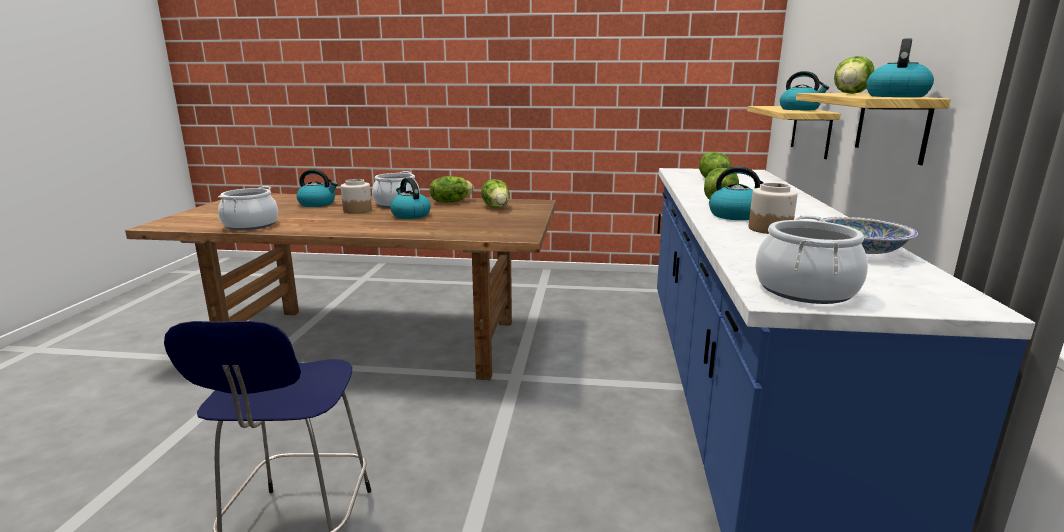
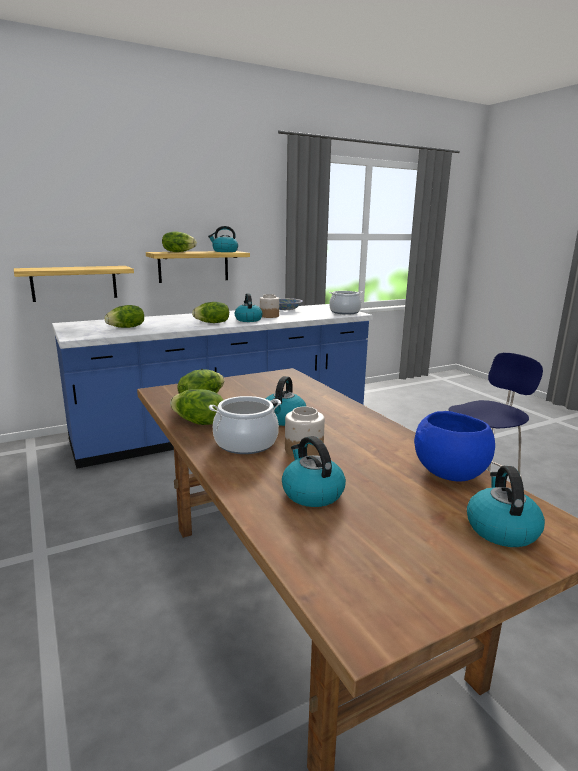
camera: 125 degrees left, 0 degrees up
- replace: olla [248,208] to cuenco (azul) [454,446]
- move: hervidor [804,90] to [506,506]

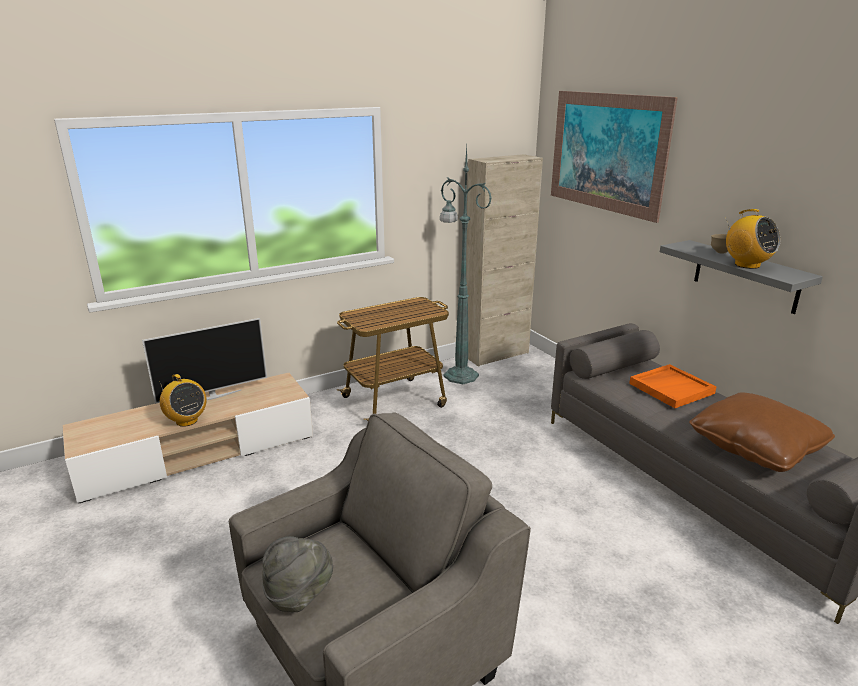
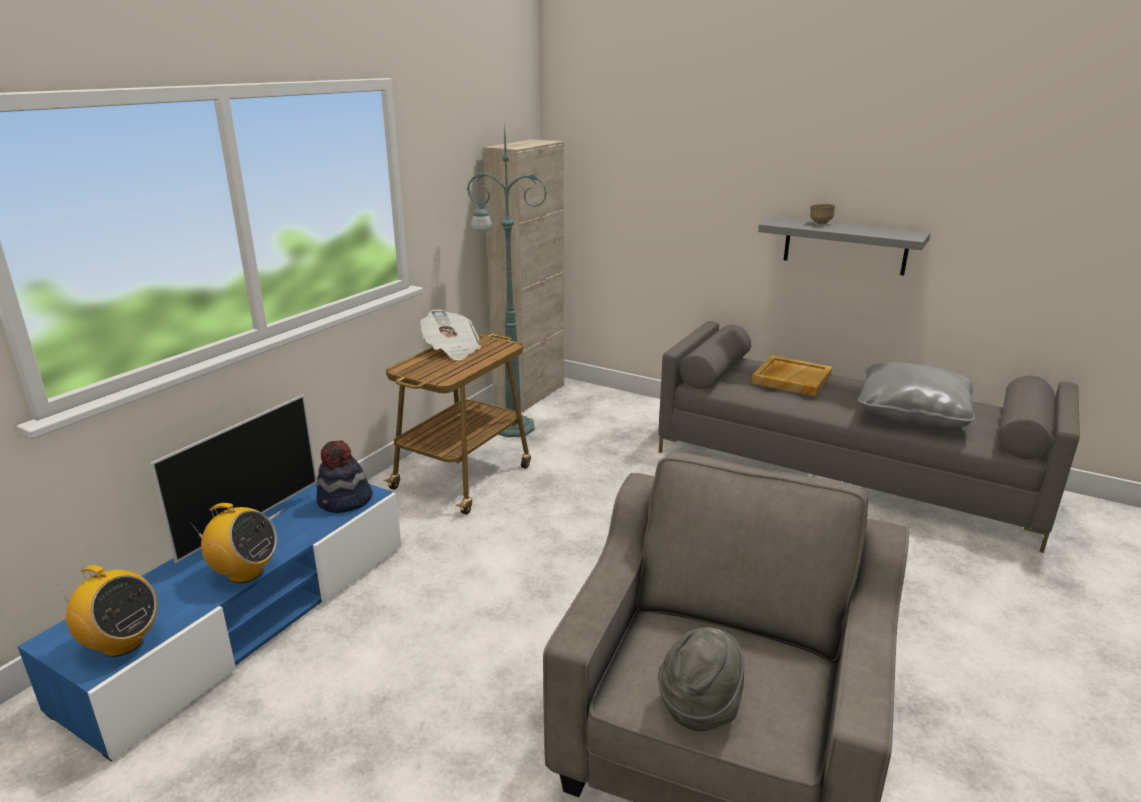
camera: 30 degrees left, 0 degrees up
- recolor: mueble de televisión (beis) [187,438] to mueble de televisión (azul) [209,619]
- delete: cuadro [614,157]
- recolor: bandeja (naranja) [672,386] to bandeja (beis) [791,375]
- recolor: cojín (marrón) [762,432] to cojín (gris) [916,394]
- move: radio [752,239] to [107,611]
- insert: sombrero [344,476]
- insert: periódico [450,335]

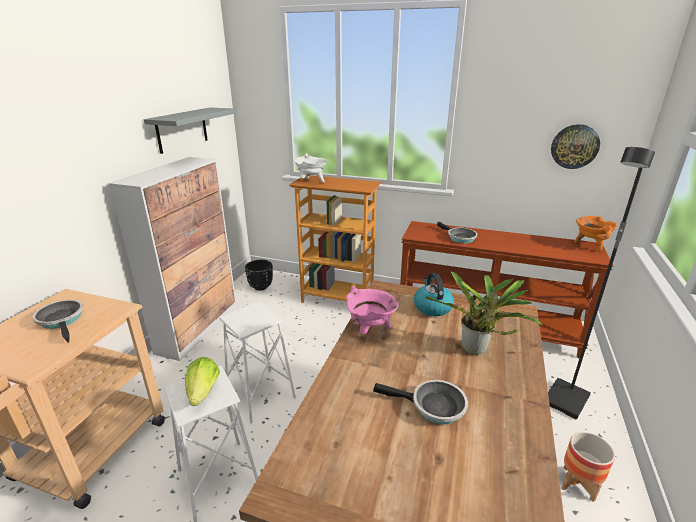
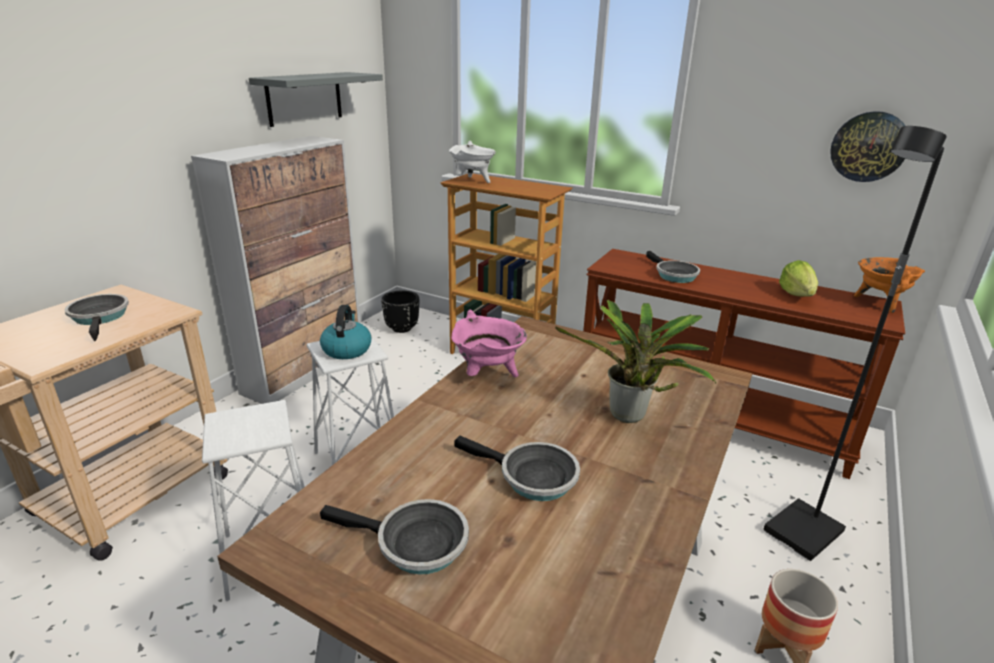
camera: 10 degrees right, 0 degrees up
- move: lechuga [202,381] to [798,278]
- move: hervidor [434,294] to [346,332]
- insert: sartén [394,537]

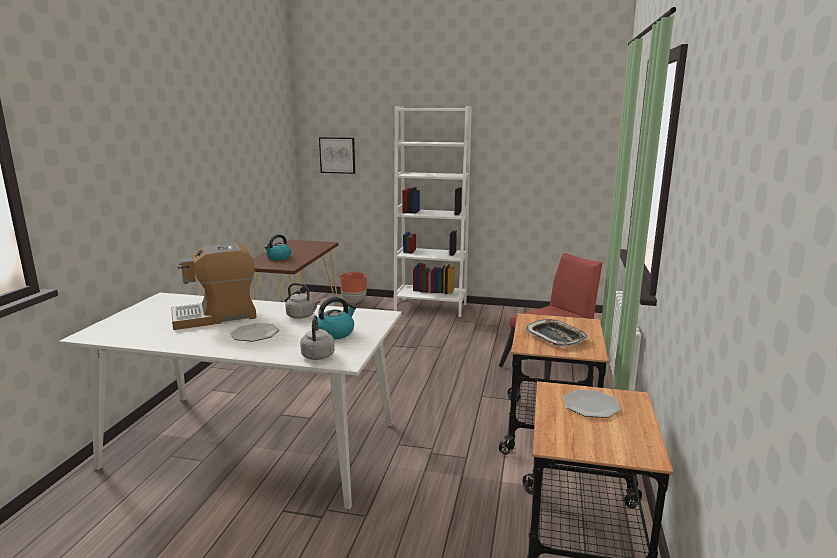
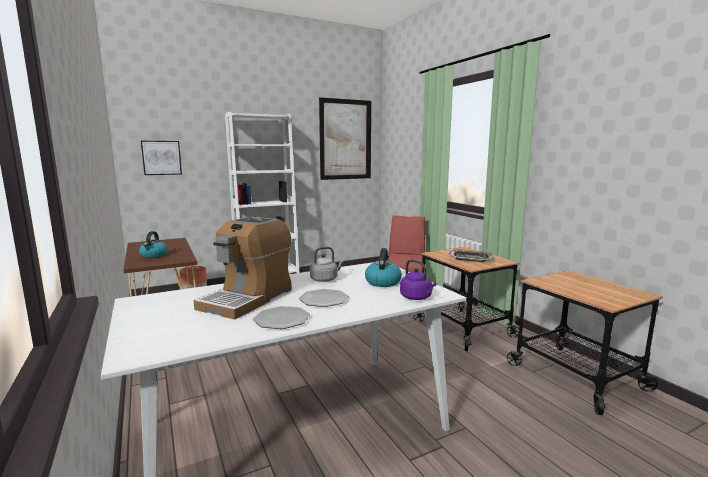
camera: 40 degrees left, 5 degrees down
- recolor: hervidor (gris) [317,337] to hervidor (morado) [418,279]
- move: plato [592,404] to [281,317]
- insert: cuadro [345,138]

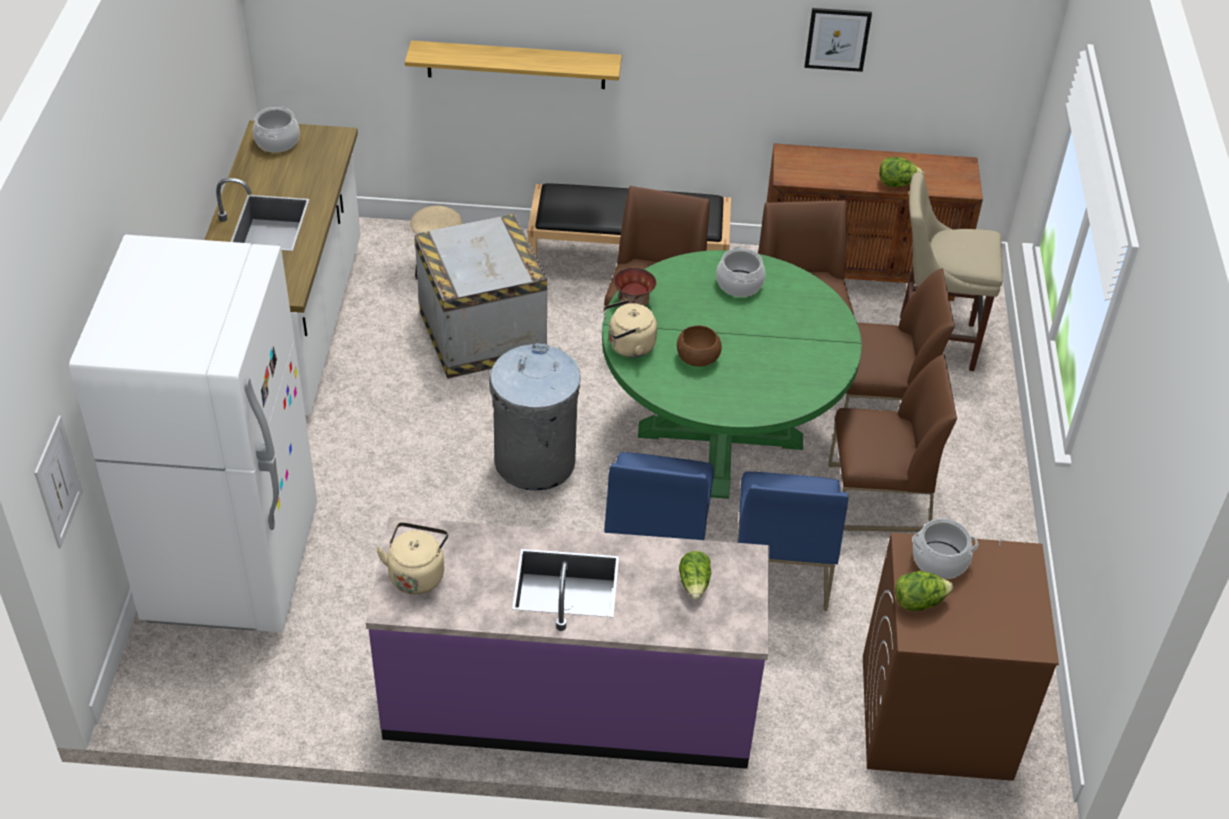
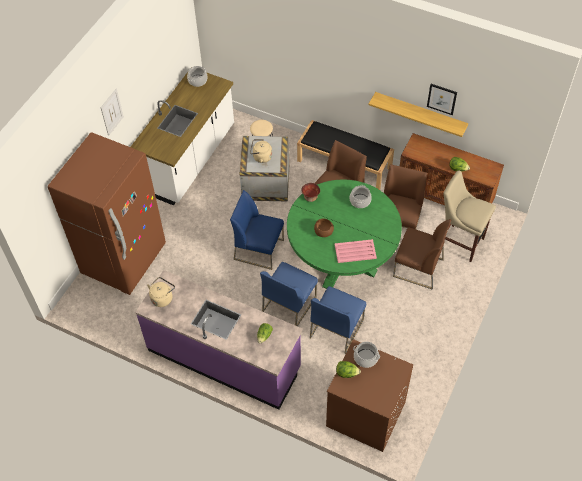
camera: 25 degrees right, 10 degrees up
- move: cuadro [58,482] to [112,112]
- recolor: nevera (blanco) [193,433] to nevera (marrón) [107,213]
- move: estante [513,64] to [418,114]
- replace: papelera (gris) [535,417] to silla (azul) [257,230]
- move: hervidor (beis) [630,329] to [261,151]
- delete: silla (marrón) [892,443]
- insert: bandeja (rosa) [356,251]

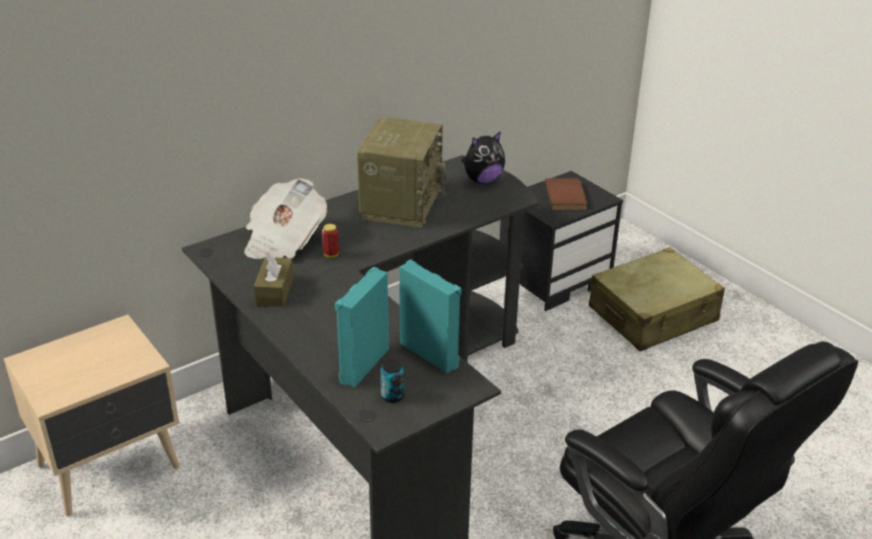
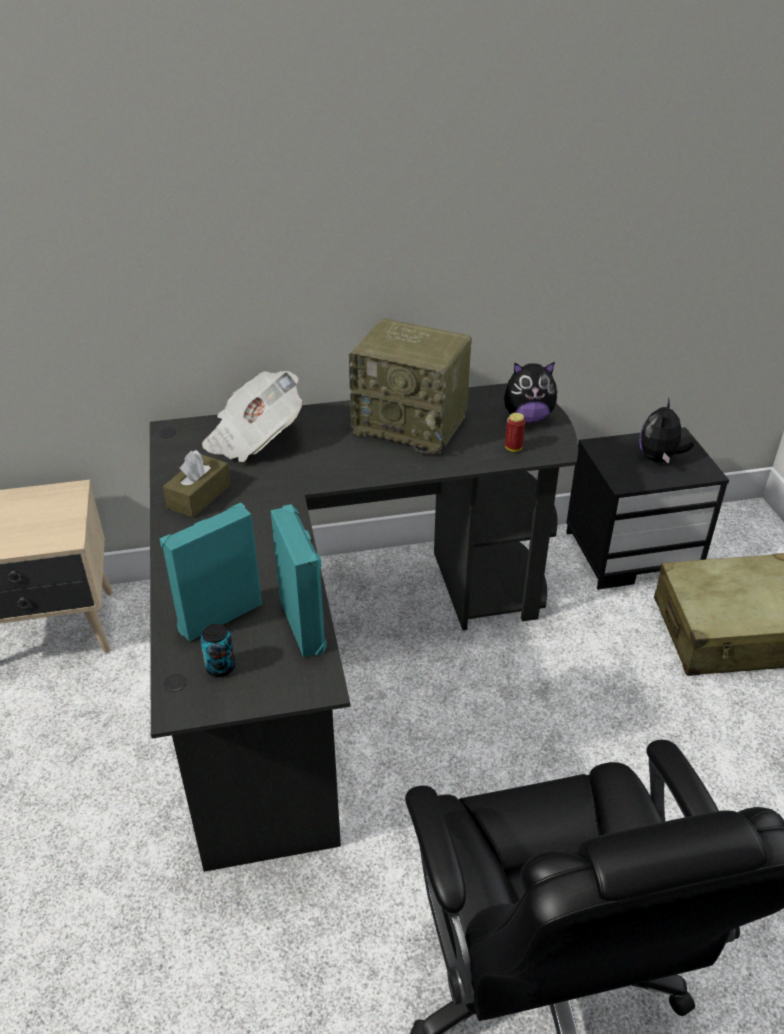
camera: 25 degrees right, 5 degrees up
- move: lata [330,241] to [515,432]
- rotate: radio [401,172] = [410,386] 75 degrees clockwise
- replace: libro (marrón) [566,194] to peluche [667,430]

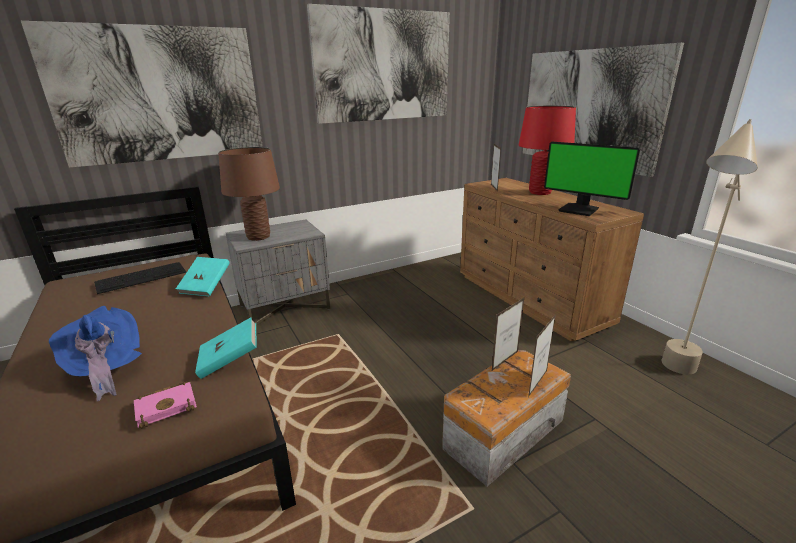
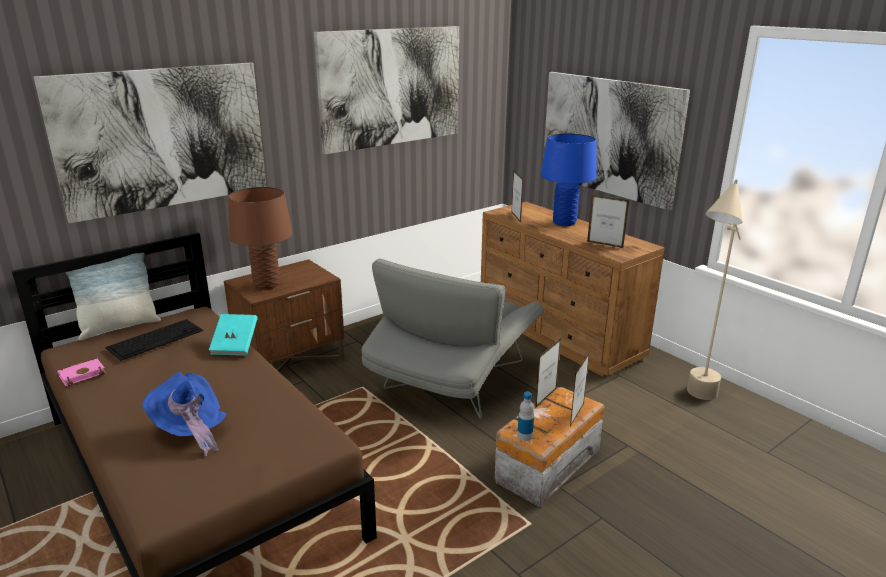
camera: 10 degrees left, 0 degrees up
- move: libro (rosa) [165,405] to [82,372]
- delete: libro (turquesa) [226,348]
- recolor: mesita de noche (gris) [278,272] to mesita de noche (marrón) [284,315]
- recolor: lámpara de mesa (rojo) [547,150] to lámpara de mesa (azul) [569,179]
- replace: monitor [592,179] to portarretratos [608,221]
- insert: cojín [113,296]
- insert: sillón (gris) [453,338]
- insert: botella [525,416]

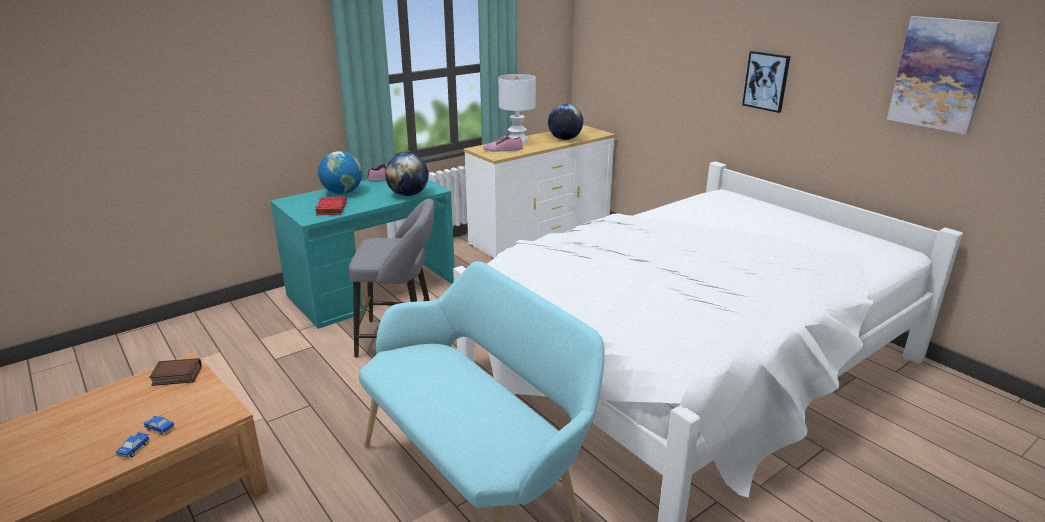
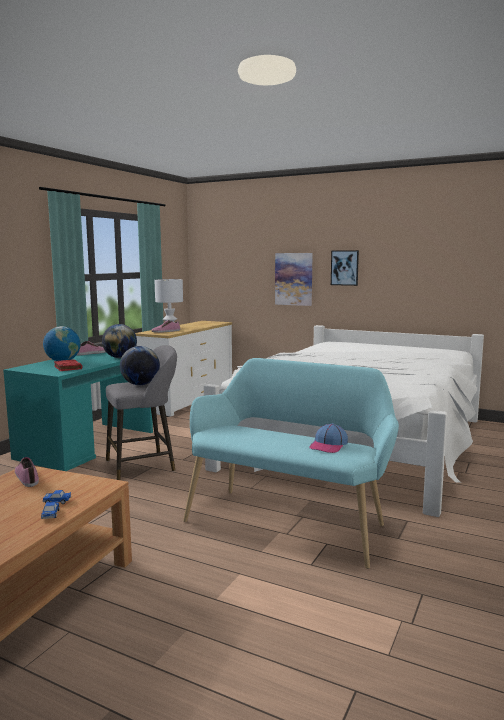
camera: 25 degrees left, 15 degrees down
- replace: libro [175,372] to zapato [27,472]
- move: globo terráqueo [565,122] to [140,365]
- move: cuadro [944,75] to [294,279]
- insert: gorra [328,438]

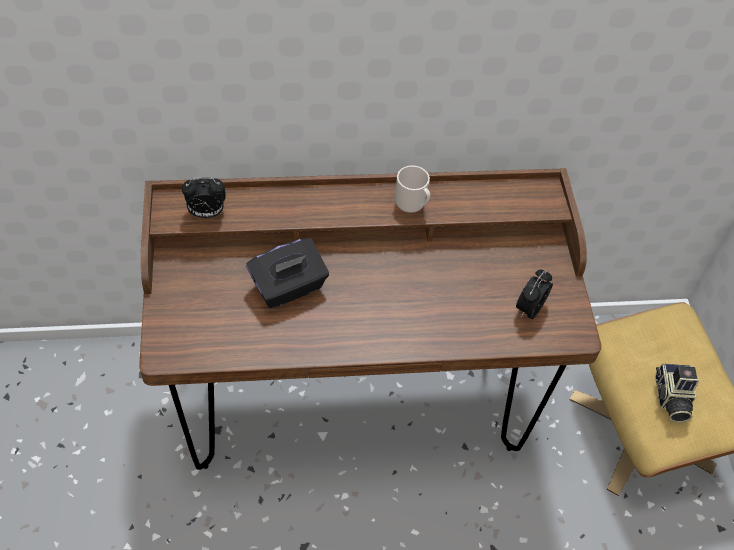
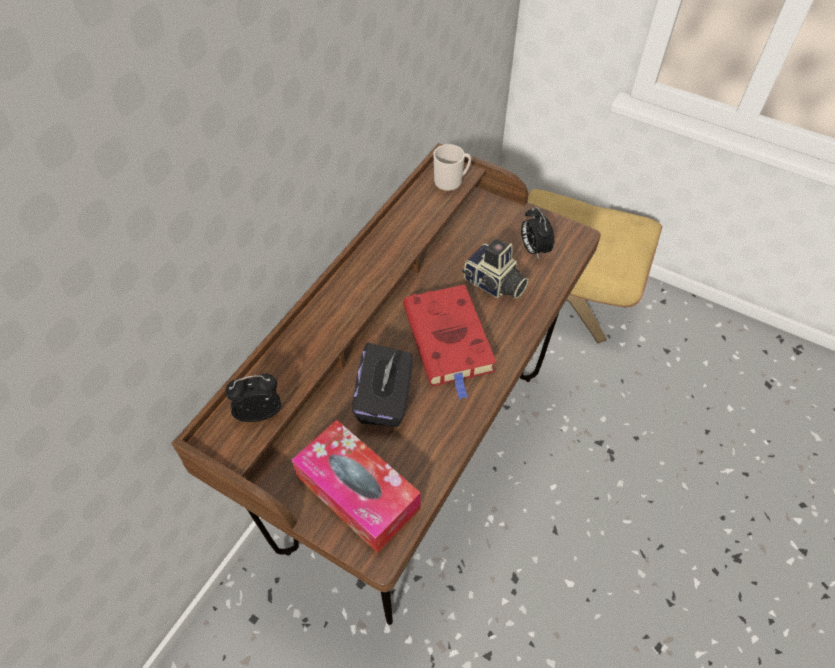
camera: 50 degrees left, 0 degrees up
- rotate: despertador [204,197] = [253,397] 135 degrees counterclockwise
- move: taza grande [413,189] to [452,167]
- move: cámara [677,393] to [495,268]
- insert: caja de pañuelos [356,486]
- insert: libro (rojo) [449,342]

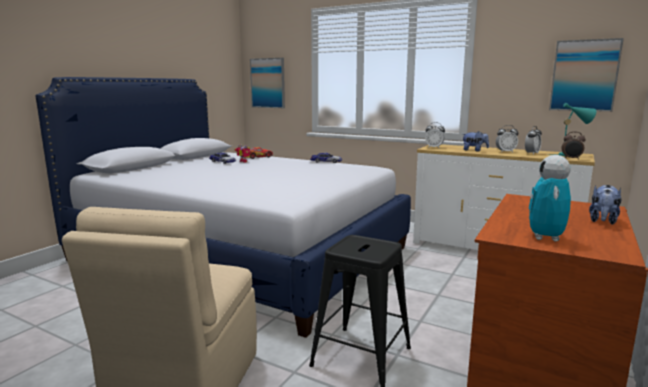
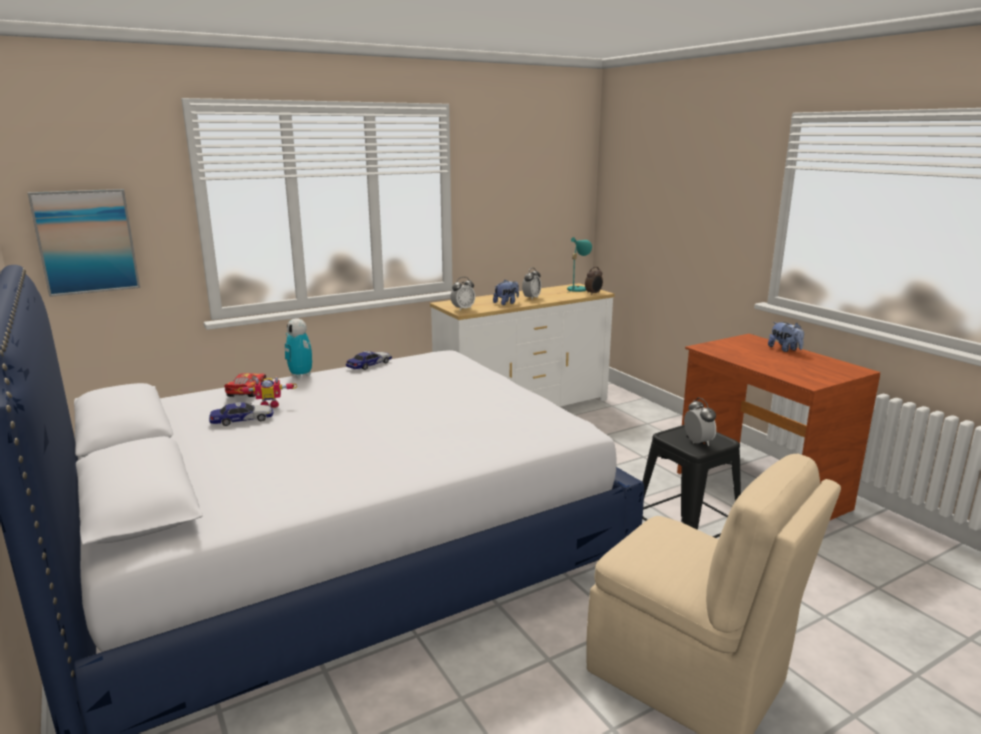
camera: 60 degrees left, 5 degrees up
- move: despertador [533,140] to [700,422]
- move: robot de juguete [550,198] to [298,348]
- delete: cuadro [586,75]

